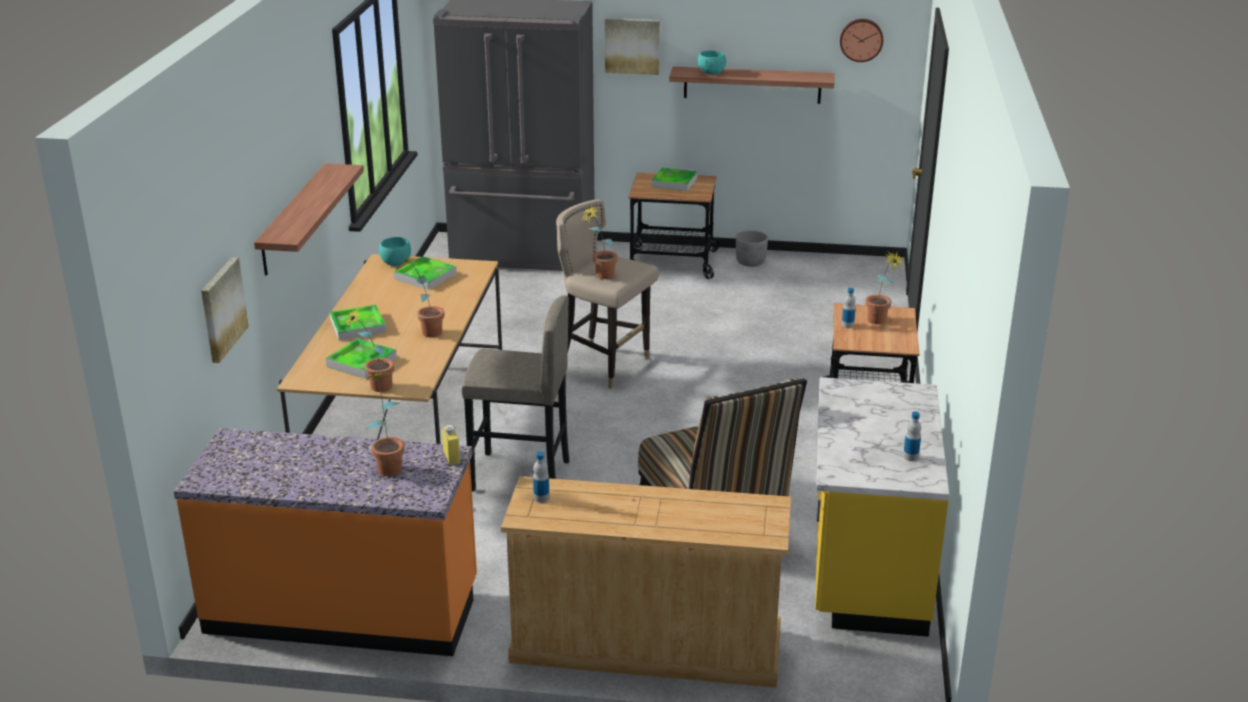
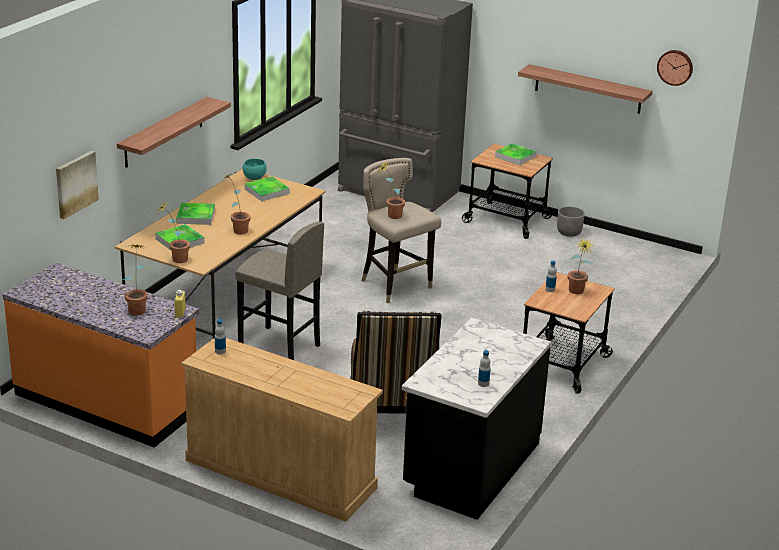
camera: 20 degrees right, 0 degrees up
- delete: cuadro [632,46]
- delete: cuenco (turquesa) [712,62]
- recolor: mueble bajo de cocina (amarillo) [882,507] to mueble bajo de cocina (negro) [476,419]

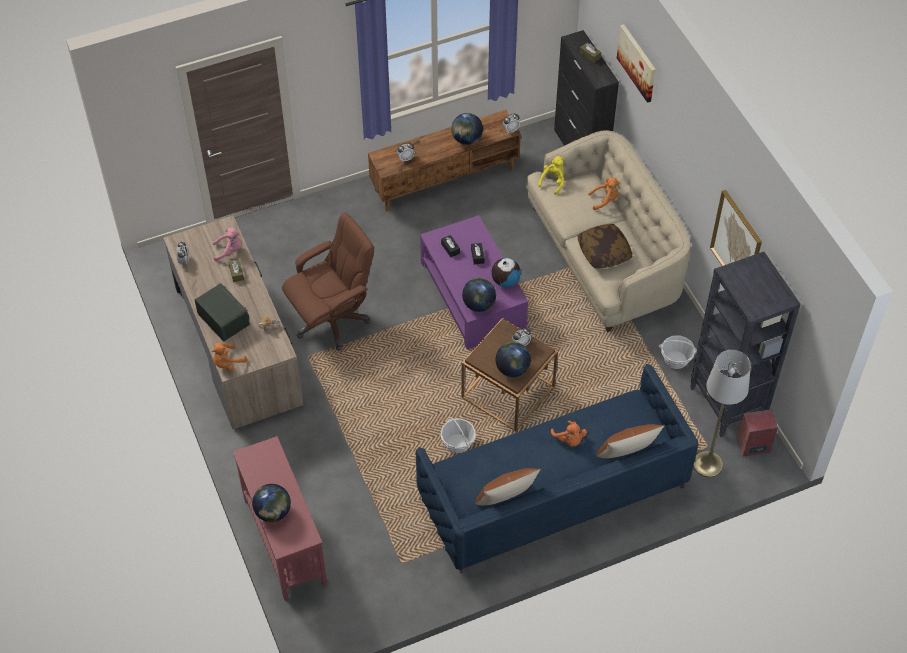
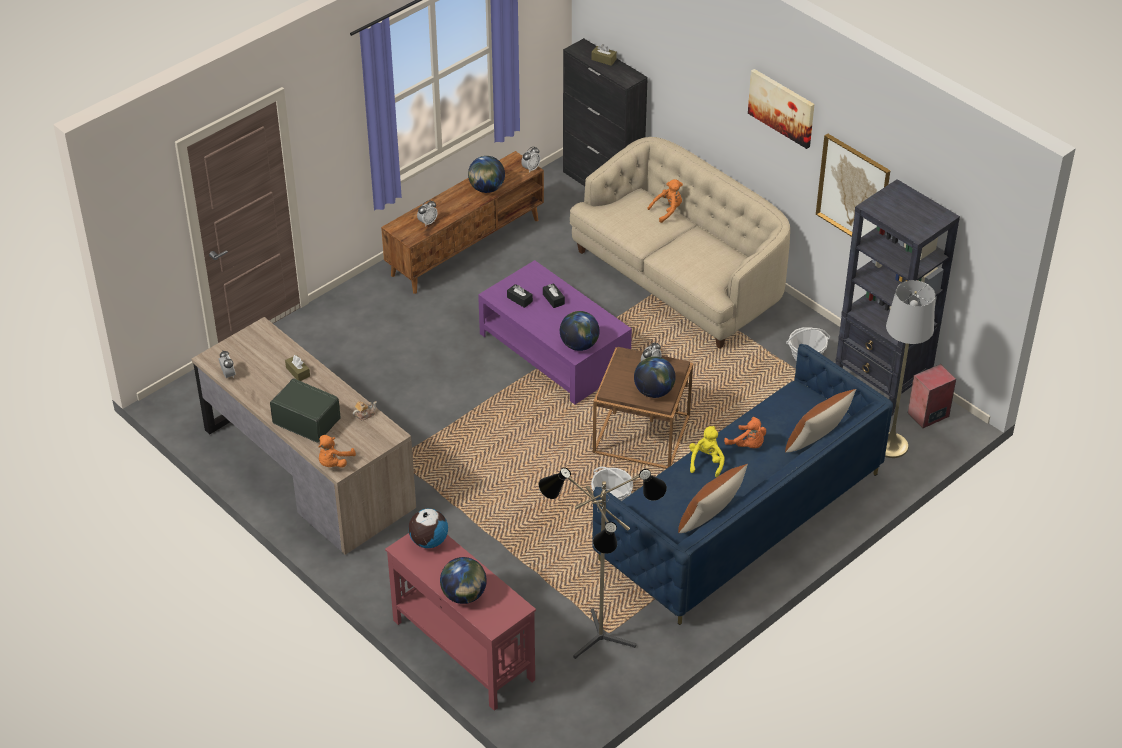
camera: 20 degrees left, 10 degrees down
- delete: peluche (rosa) [227,244]
- delete: silla de oficina (marrón) [328,281]
- move: globo terráqueo [506,272] to [428,528]
- move: peluche (amarillo) [551,175] to [707,451]
- delete: cojín [605,246]
- move: cuadro [636,63] to [781,109]
- insert: lámpara de pie [603,563]

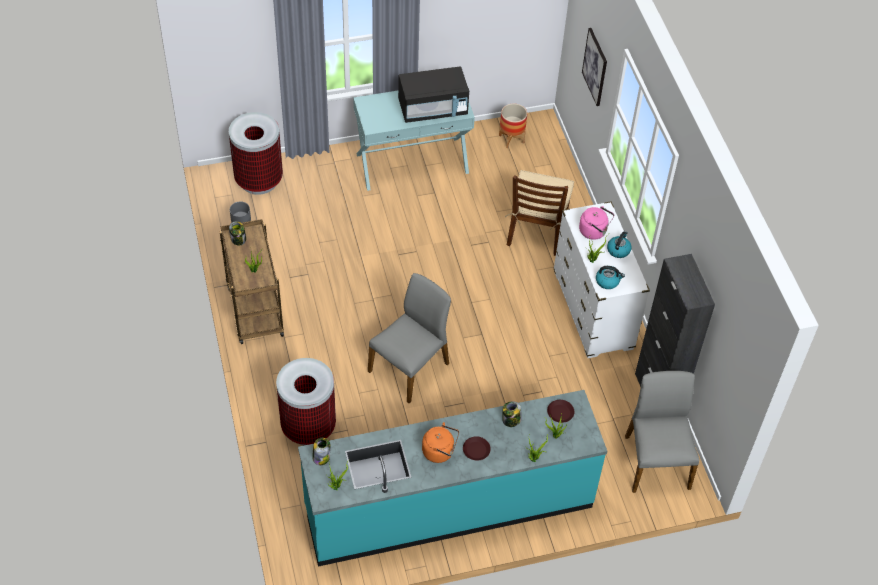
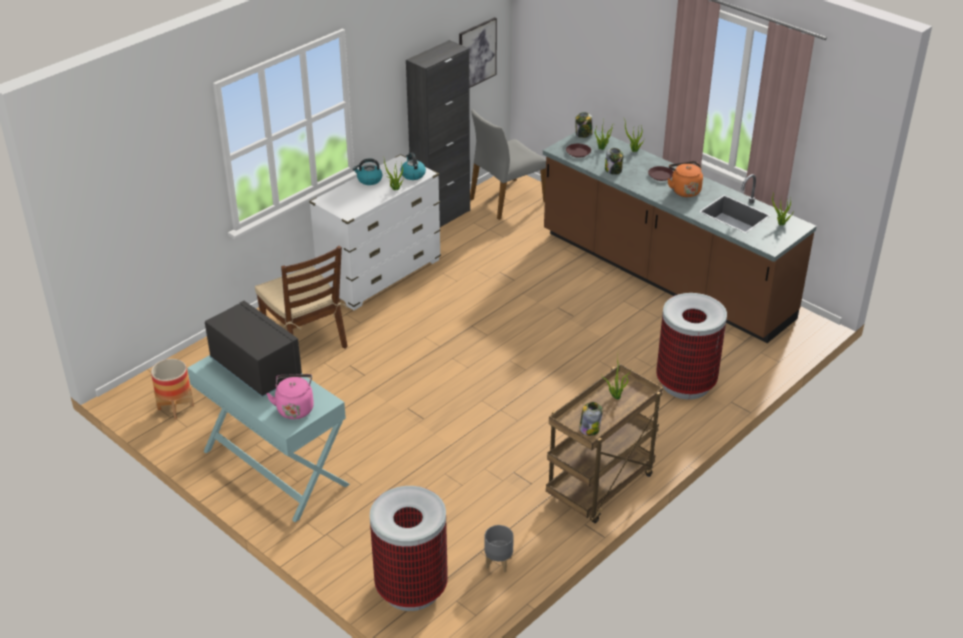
camera: 120 degrees left, 15 degrees down
- recolor: mueble bajo de cocina (turquesa) [452,478] to mueble bajo de cocina (marrón) [680,235]
- move: tarro [321,451] to [584,125]
- delete: silla (gris) [409,338]
- rotate: silla (marrón) [539,213] = [301,297] 75 degrees clockwise
- move: hervidor (rosa) [596,223] to [290,396]
- move: cuadro [594,67] to [478,52]

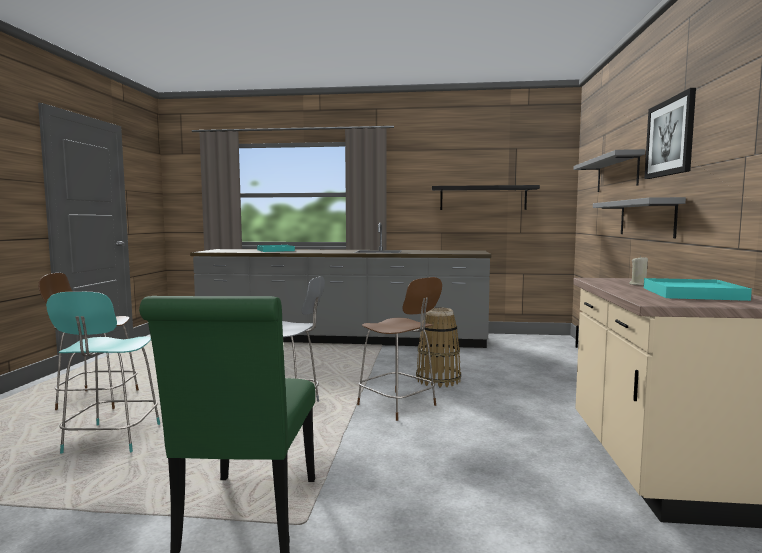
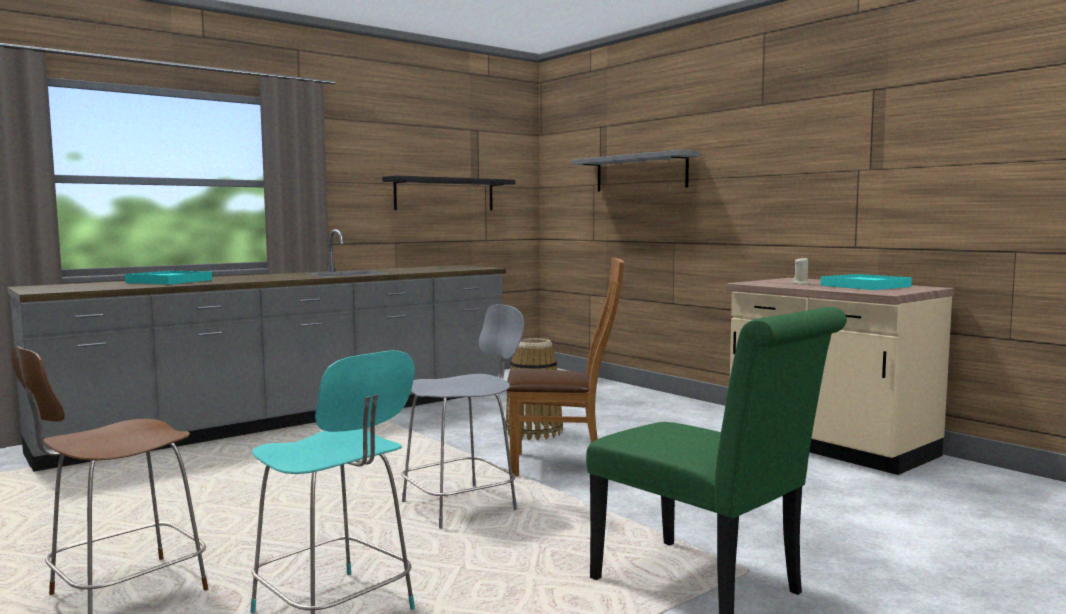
camera: 45 degrees left, 0 degrees up
- replace: taburete (marrón) [399,349] to silla (marrón) [565,367]
- delete: estante (gris) [639,217]
- delete: cuadro [670,133]

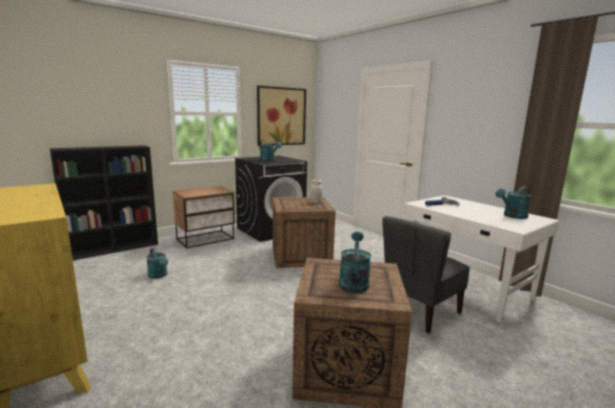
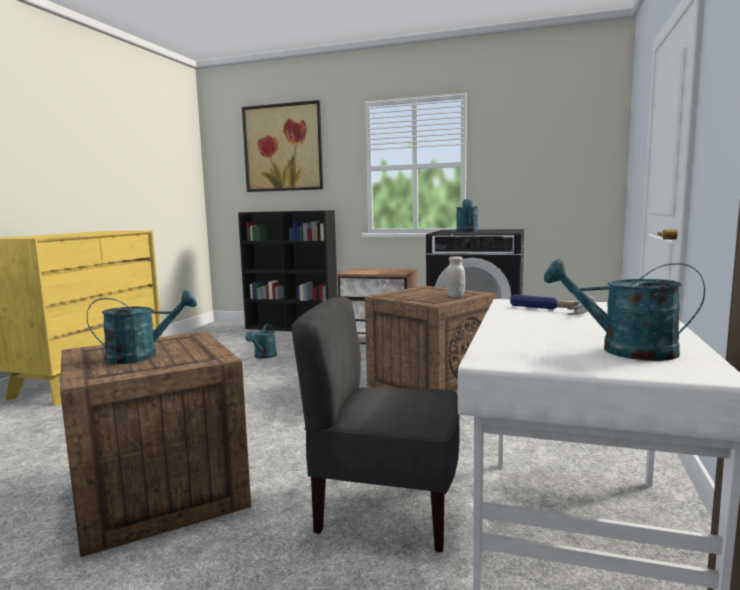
camera: 55 degrees right, 5 degrees down
- move: cuadro [281,116] to [282,146]

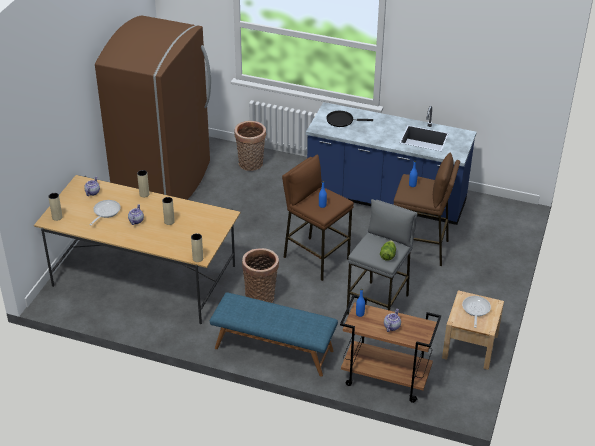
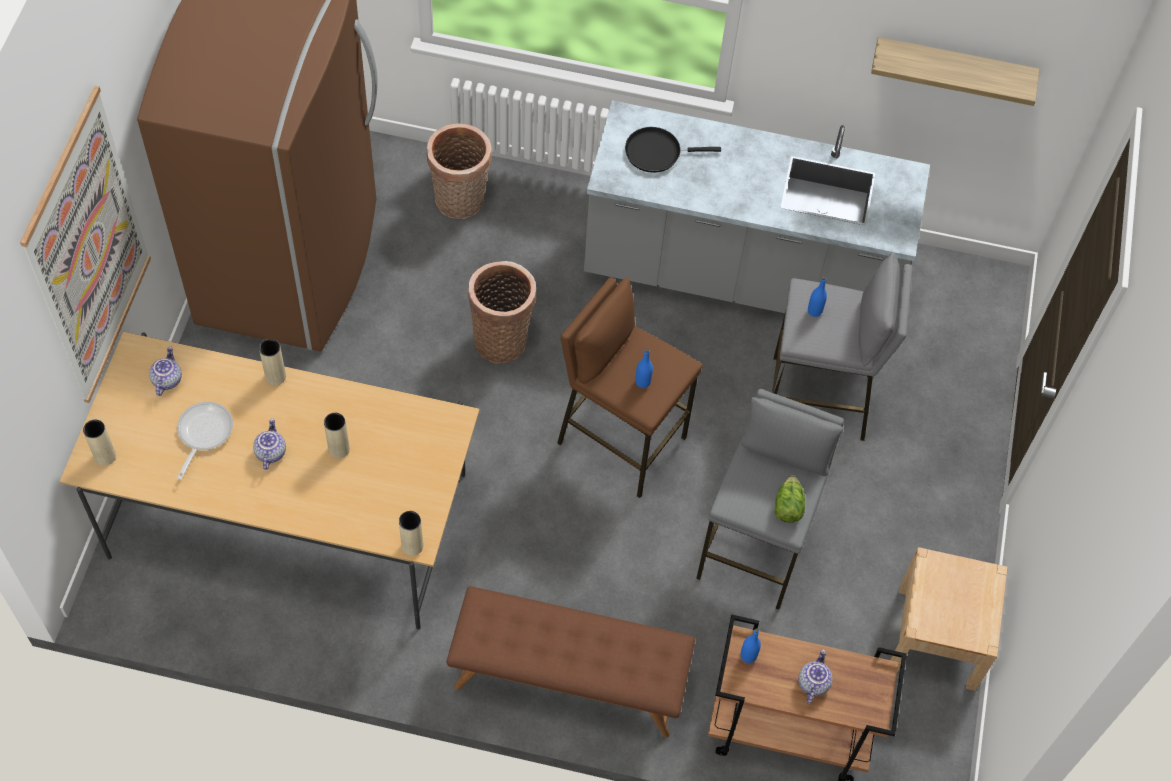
camera: 10 degrees left, 20 degrees up
- recolor: banco (azul) [274,334] to banco (marrón) [570,662]
- move: cesta [260,275] to [502,312]
- recolor: mueble bajo de cocina (azul) [391,163] to mueble bajo de cocina (gris) [757,206]
- recolor: taburete (marrón) [427,209] to taburete (gris) [842,346]
- delete: sartén [476,312]
- insert: cuadro [85,244]
- insert: estante [955,71]

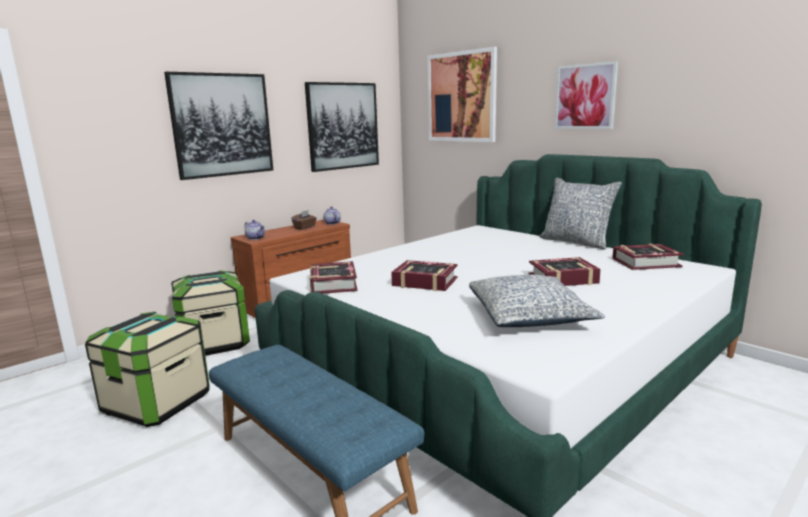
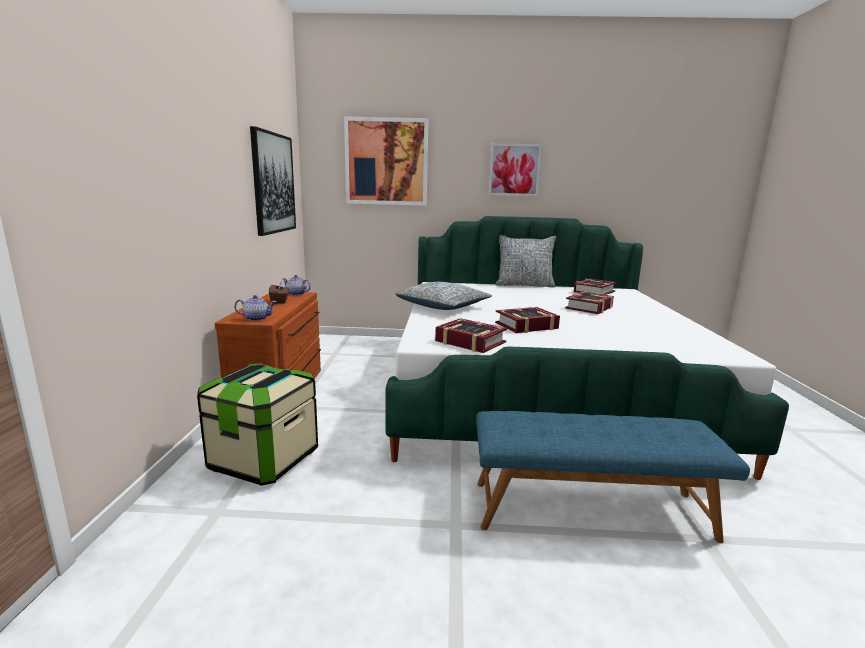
camera: 45 degrees left, 0 degrees up
- delete: caja de almacenaje [147,369]
- delete: cuadro [218,126]
- move: cojín [537,301] to [444,296]

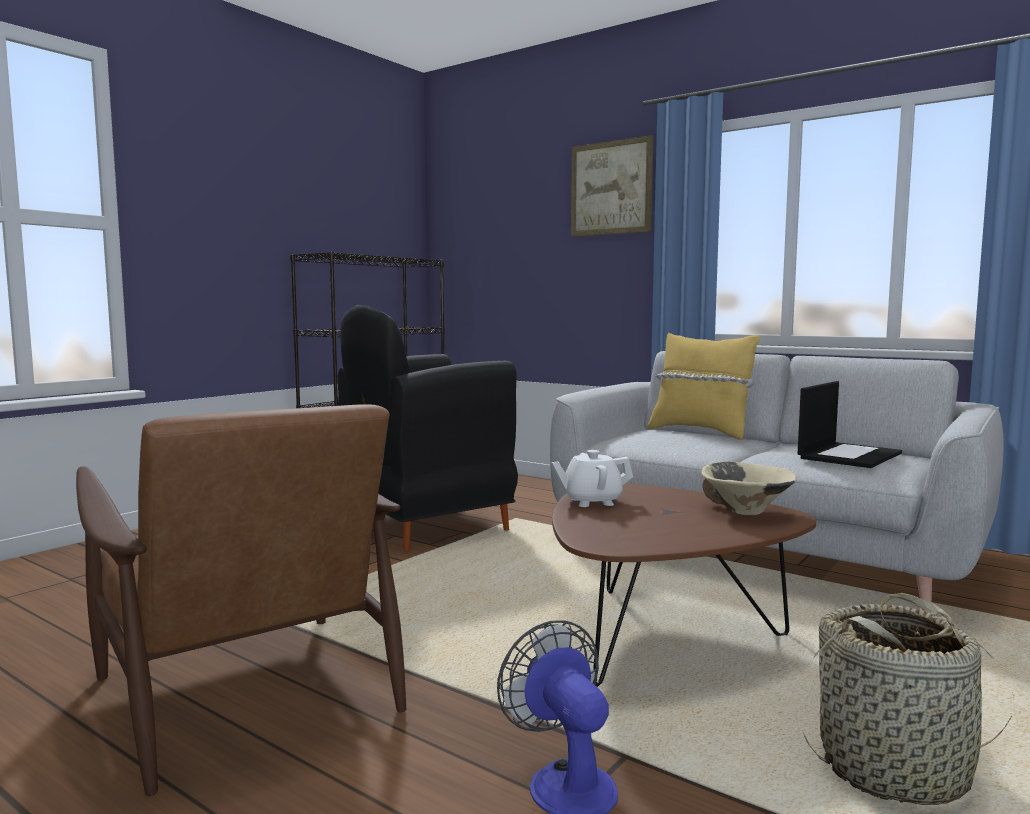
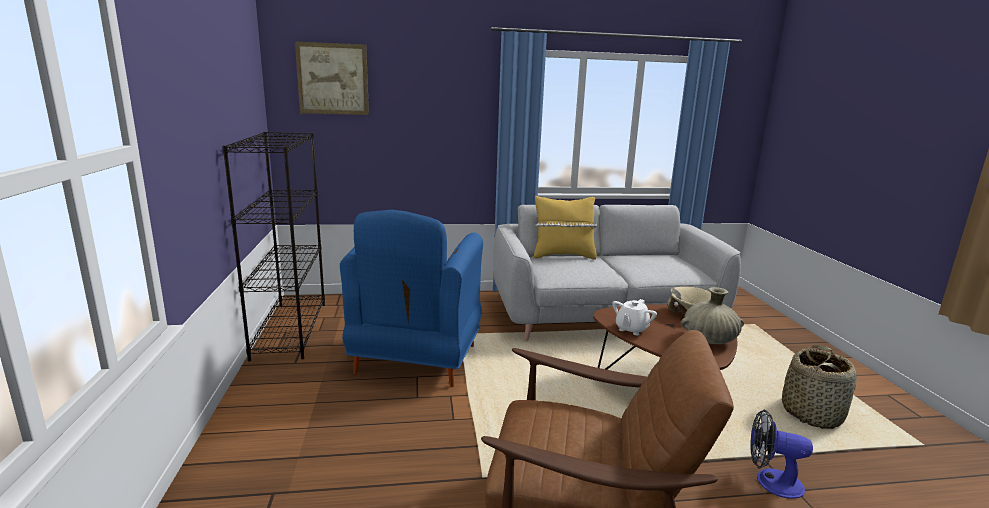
camera: 45 degrees left, 10 degrees up
- recolor: sillón (negro) [428,428] to sillón (azul) [411,298]
- move: cuadro [612,186] to [332,78]
- delete: portátil [850,424]
- insert: florero (beis) [712,315]

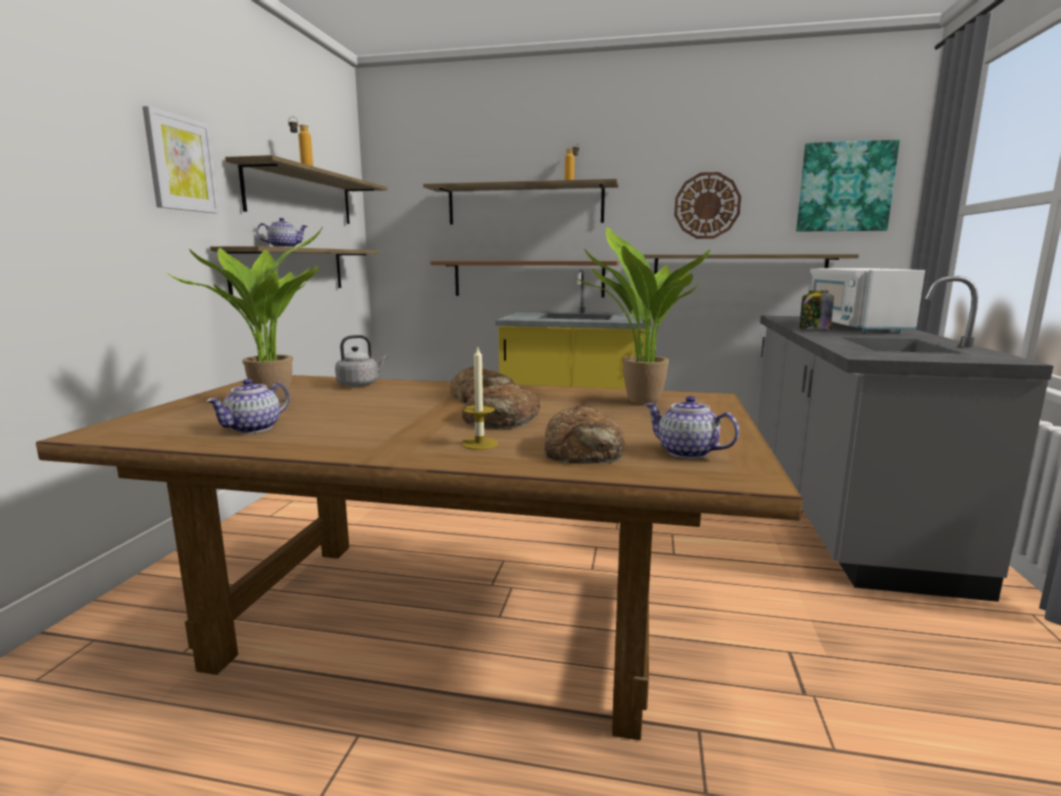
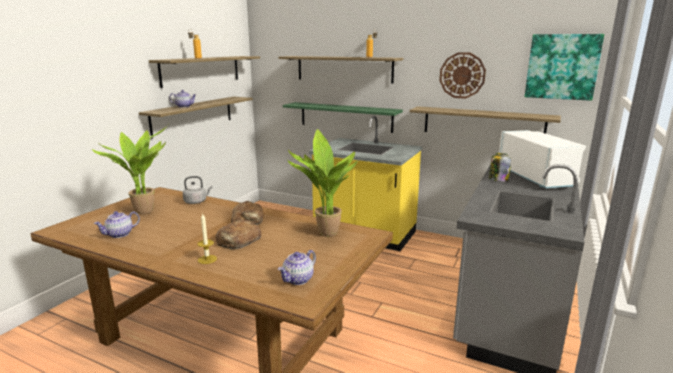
camera: 15 degrees right, 5 degrees up
- delete: cuadro [181,159]
- recolor: estante (marrón) [524,279] to estante (verde) [343,117]
- delete: pan [584,434]
- rotate: tetera [692,427] = [297,267] 105 degrees counterclockwise
- rotate: microondas (blanco) [867,300] = [542,159] 150 degrees clockwise

